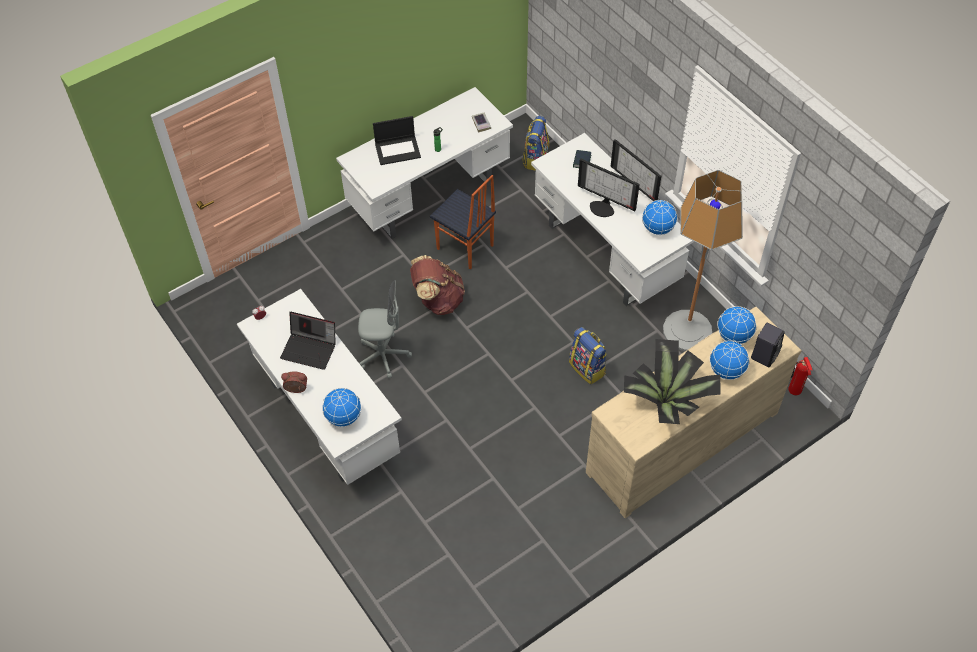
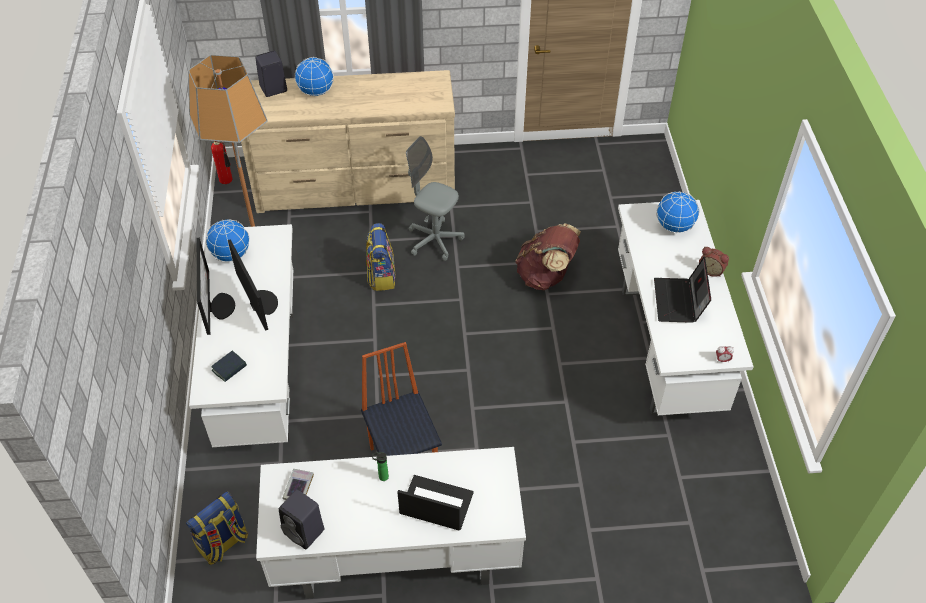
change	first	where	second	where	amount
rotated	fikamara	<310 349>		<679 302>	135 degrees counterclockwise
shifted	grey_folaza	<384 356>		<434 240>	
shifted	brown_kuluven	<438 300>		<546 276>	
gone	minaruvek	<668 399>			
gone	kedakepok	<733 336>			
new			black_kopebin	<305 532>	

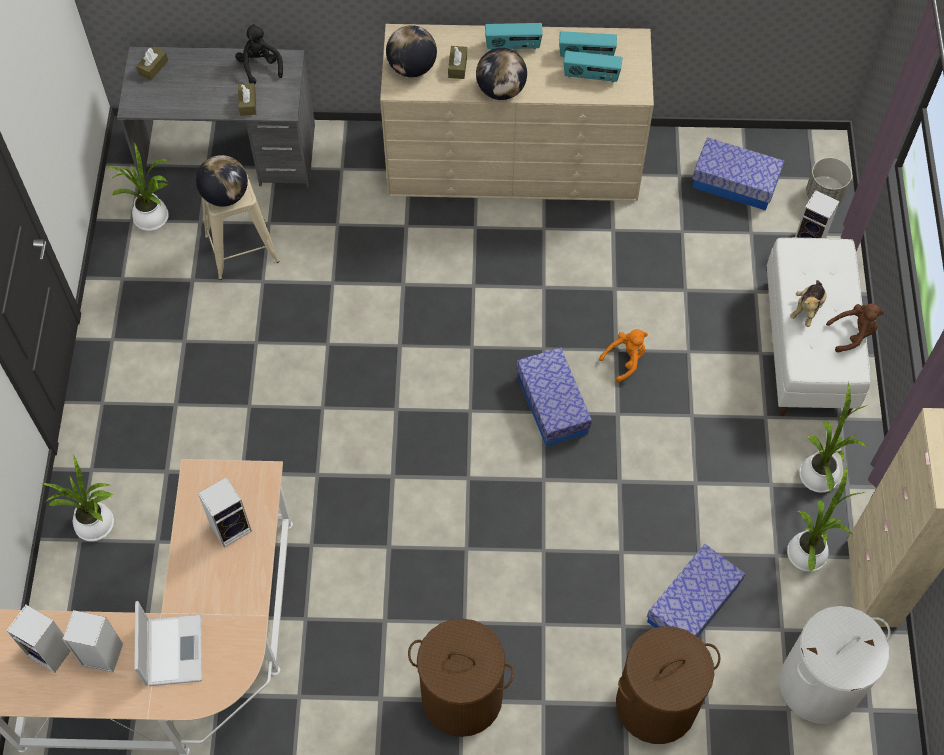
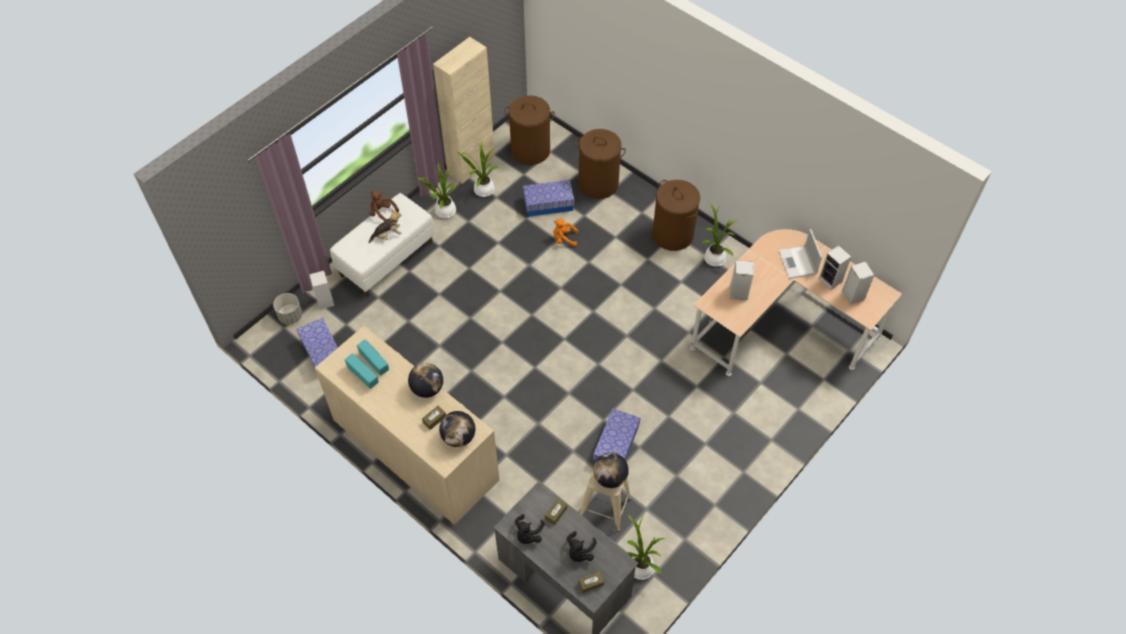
change	first	where	second	where	amount
shifted	minaruvek	<97 525>		<714 257>	
rotated	fikamara	<173 649>		<797 263>	45 degrees counterclockwise
gone	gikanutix	<513 46>			
shifted	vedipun	<552 405>		<616 445>	
shifted	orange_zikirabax	<625 360>		<564 238>	
repainted	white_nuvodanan	<819 685>	brown_nuvodanan	<530 150>	
new			black_zikirabax	<579 552>	

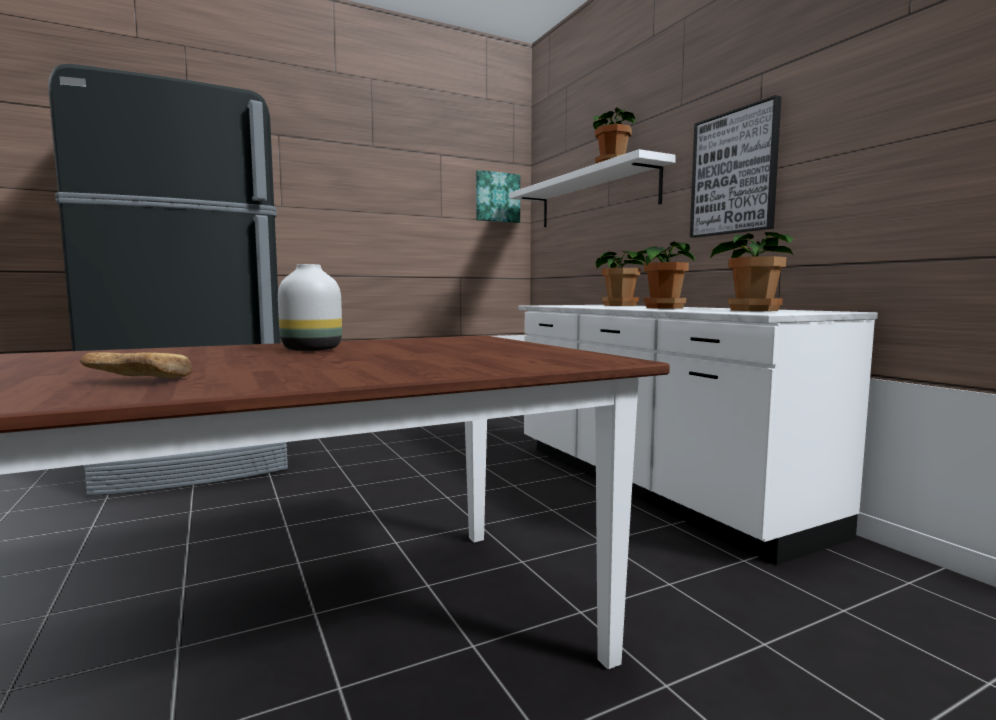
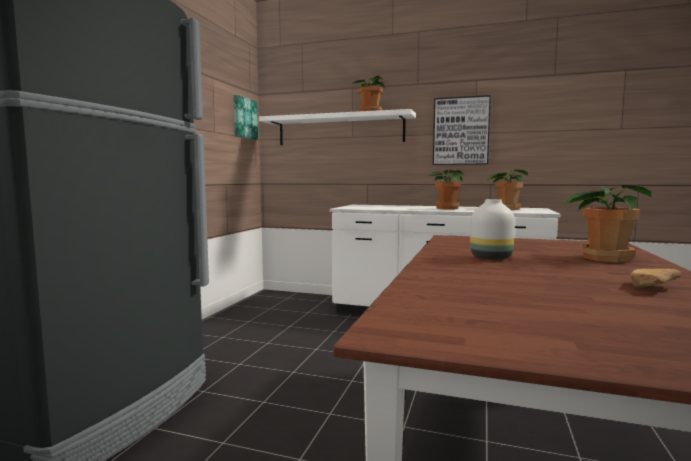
change	first	where	second	where	amount
shifted	minaruvek	<619 305>		<604 258>	

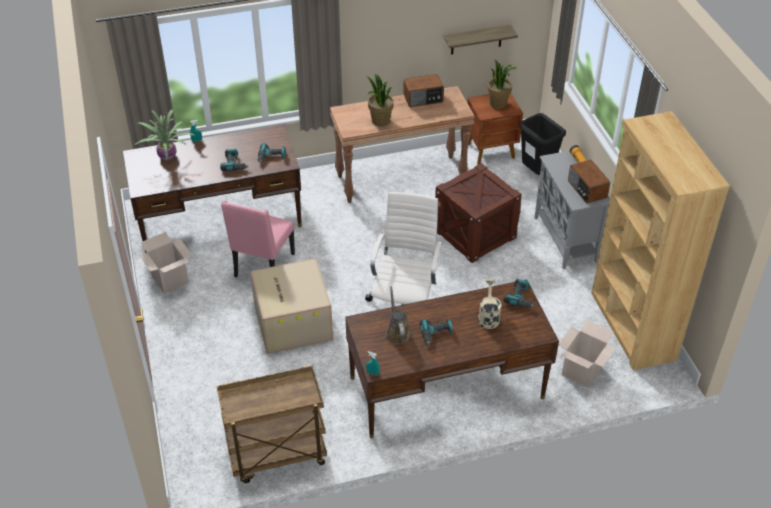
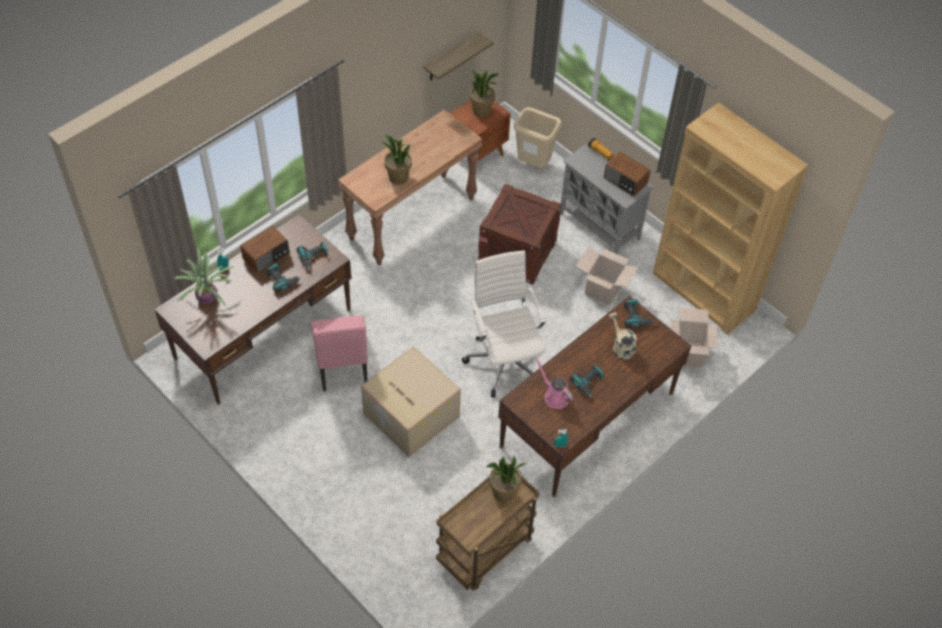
change	first	where	second	where	amount
shifted	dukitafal	<170 279>		<603 290>	
repainted	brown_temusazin	<397 332>	pink_temusazin	<554 396>	
shifted	gikanutix	<423 99>		<267 256>	
repainted	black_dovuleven	<536 174>	beige_dovuleven	<534 165>	
new			minaruvek	<503 493>	

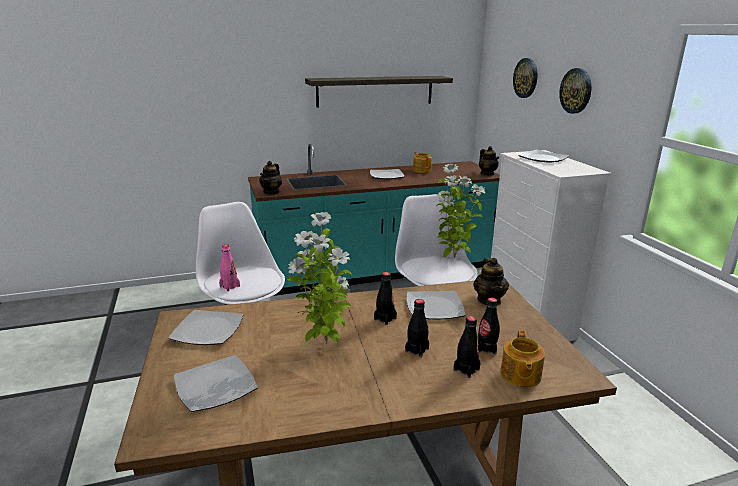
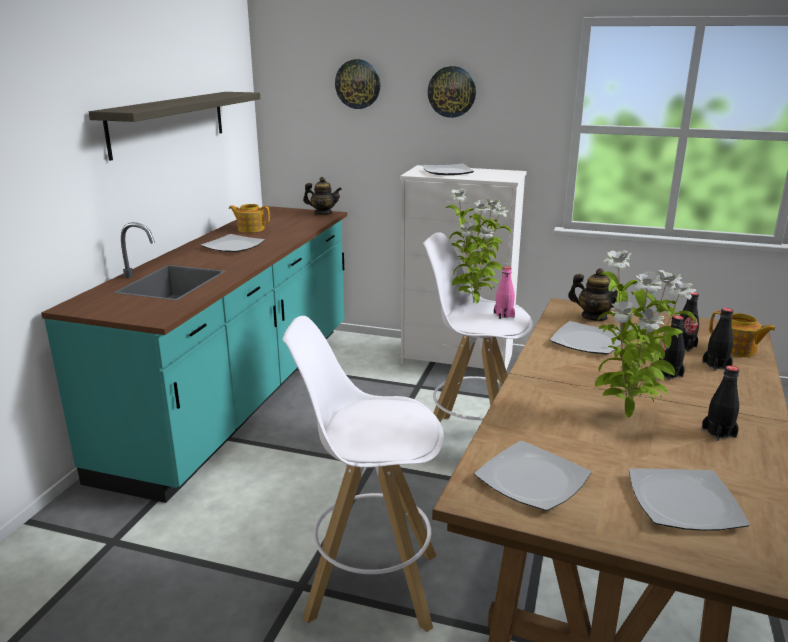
change	first	where	second	where	amount
shifted	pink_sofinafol	<230 286>		<504 315>	
gone	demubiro	<271 192>			
shifted	black_sofinafol	<385 319>		<718 433>	

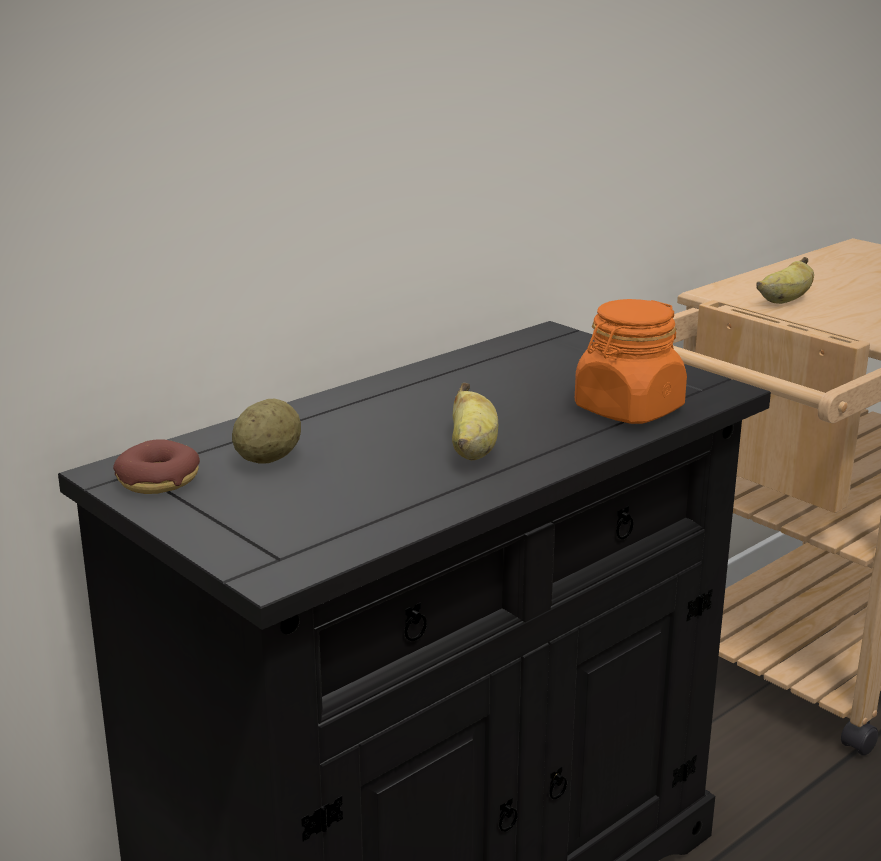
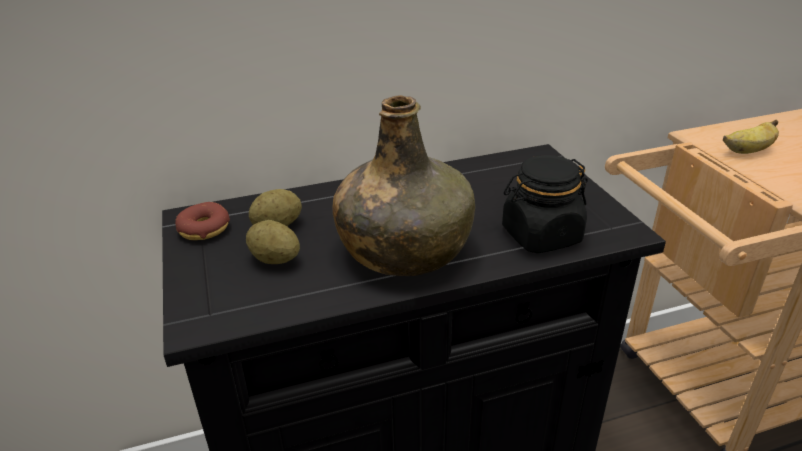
change	first	where	second	where	amount
swapped	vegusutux	<472 451>	green_sofinafol	<404 249>	
repainted	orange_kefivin	<628 410>	black_kefivin	<541 235>	
new			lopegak	<275 259>	

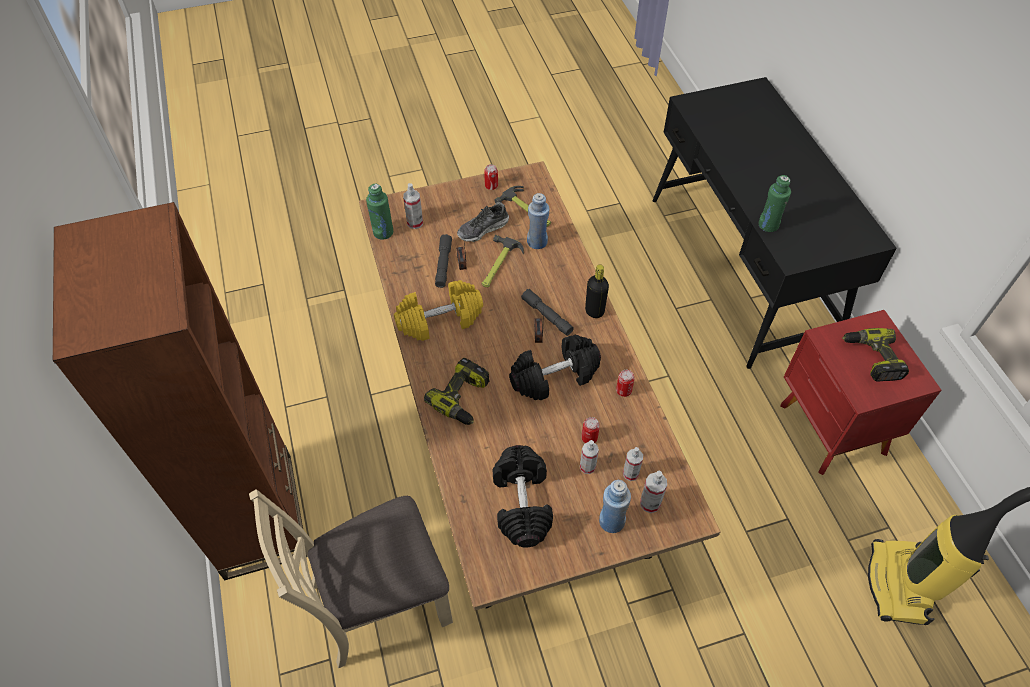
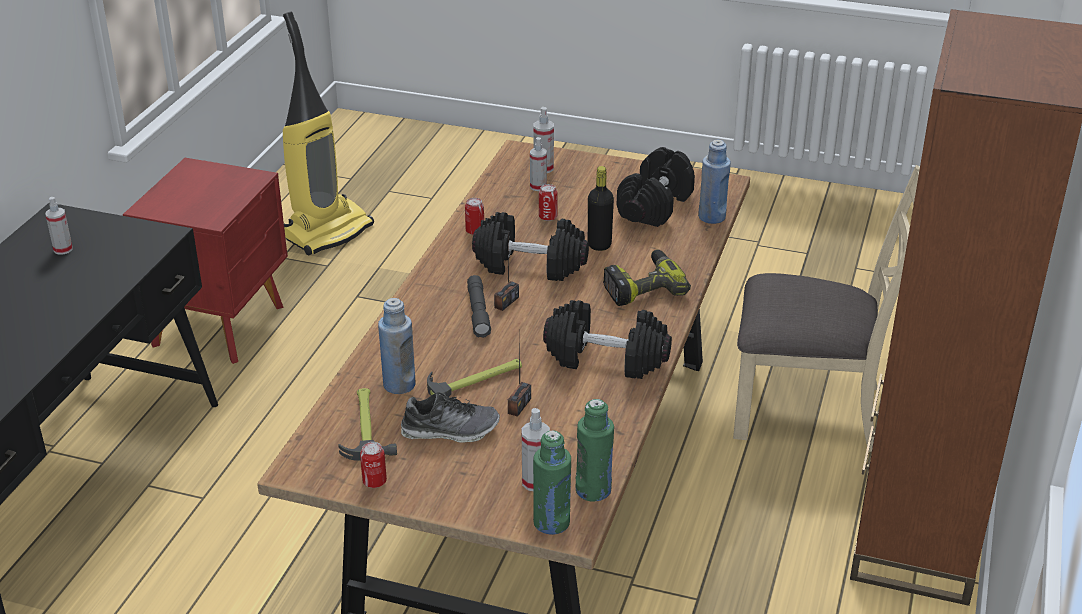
change	first	where	second	where	amount
repainted	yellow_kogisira	<440 321>	black_kogisira	<607 358>	
gone	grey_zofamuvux	<443 265>			
shifted	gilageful	<587 467>		<63 249>	
shifted	black_sofinafol	<594 311>		<599 245>	
shifted	blue_sofinafol	<611 521>		<712 217>	
shifted	green_sofinafol	<768 225>		<551 523>	
gone	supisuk	<872 358>			

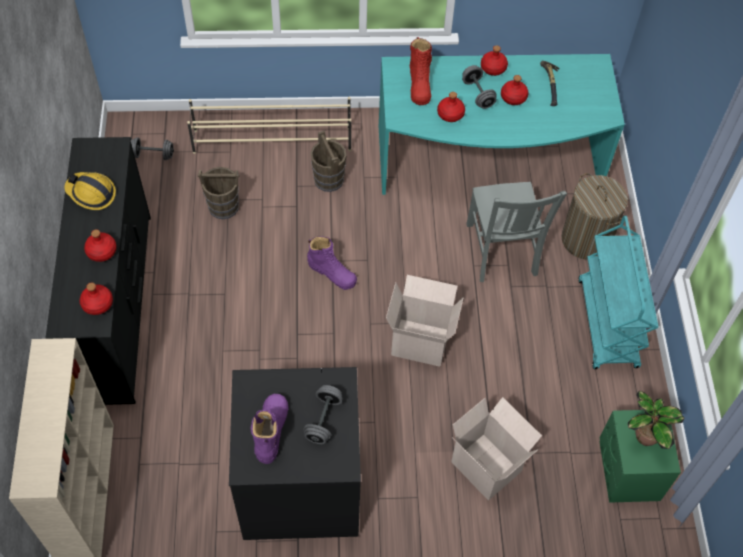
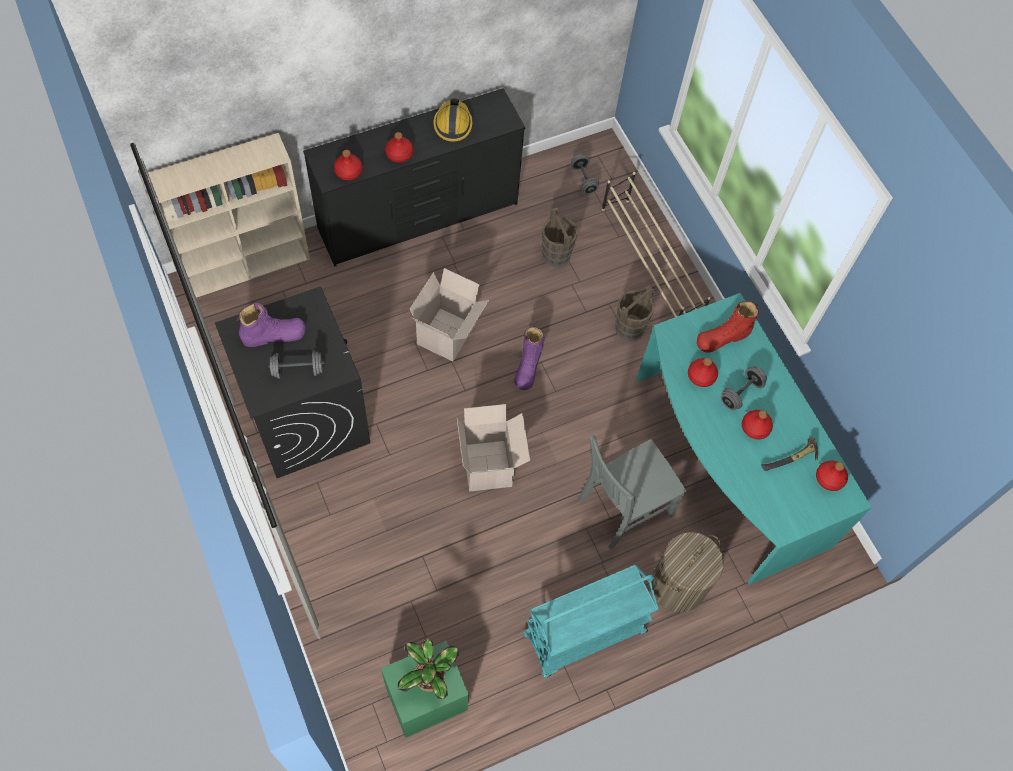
change	first	where	second	where	amount
shifted	dukitafal	<488 466>		<447 336>	
shifted	red_sofinafol	<493 68>		<829 478>	

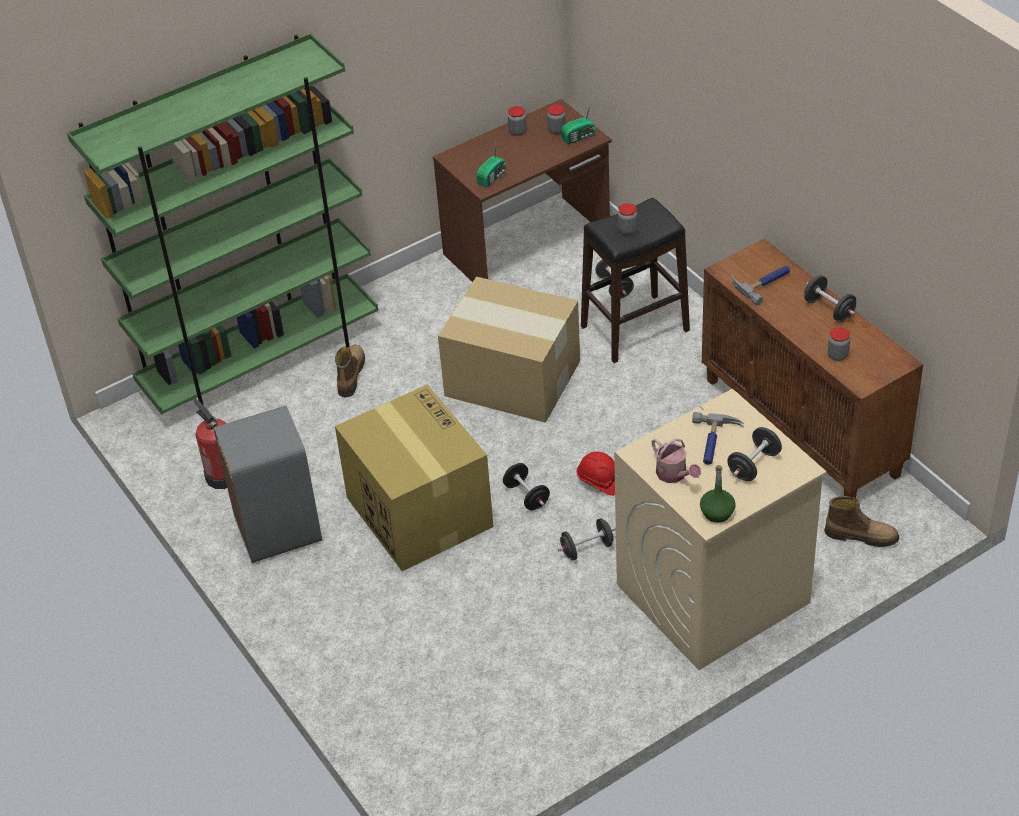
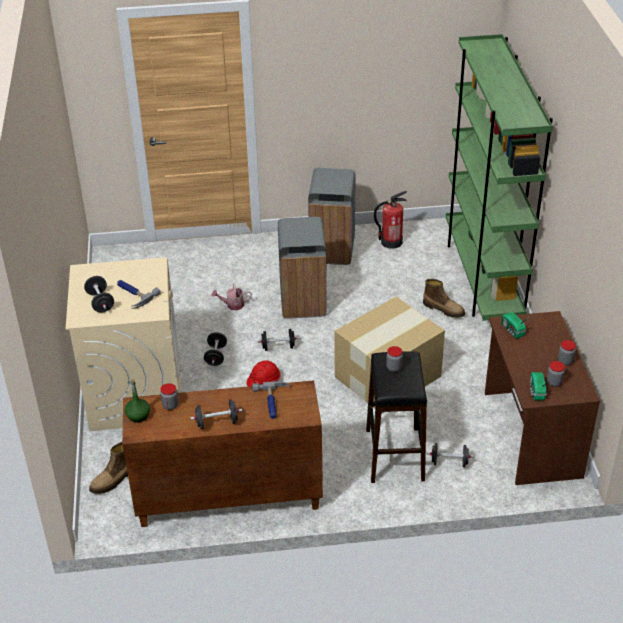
change	first	where	second	where	amount
swapped	dukitafal	<418 511>	grey_dovuleven	<303 302>	
shifted	temusazin	<674 475>		<232 305>	
shifted	green_sofinafol	<717 512>		<138 415>	

